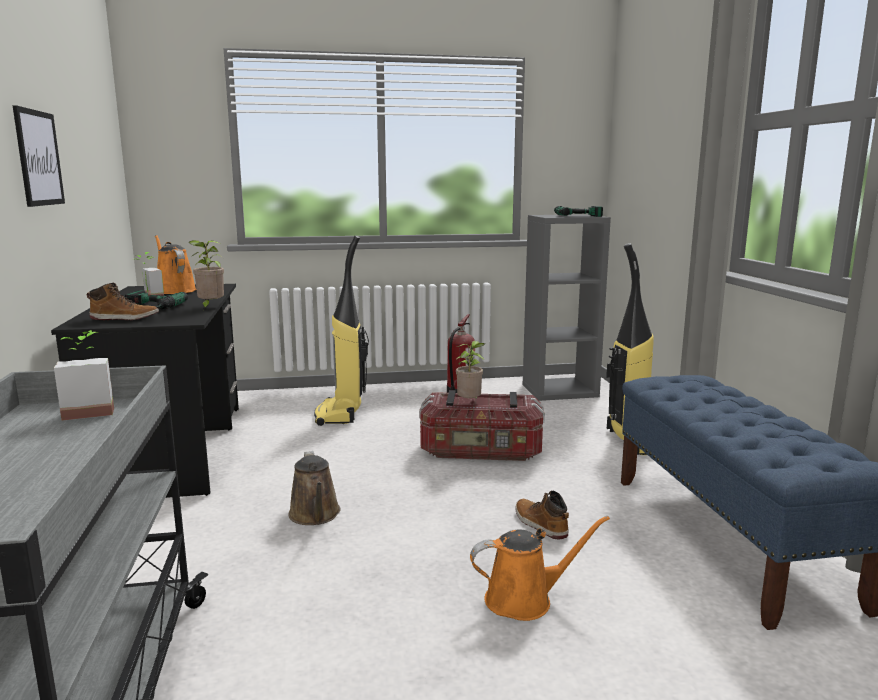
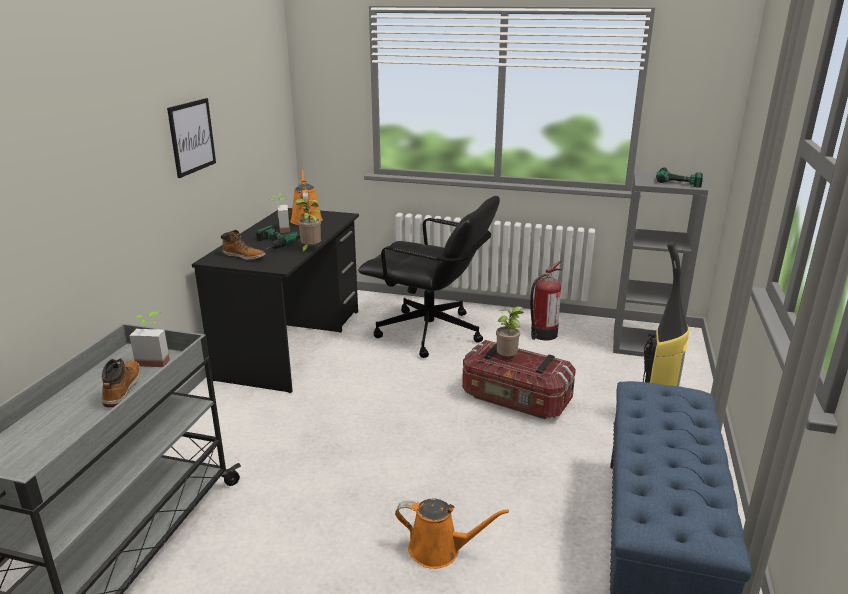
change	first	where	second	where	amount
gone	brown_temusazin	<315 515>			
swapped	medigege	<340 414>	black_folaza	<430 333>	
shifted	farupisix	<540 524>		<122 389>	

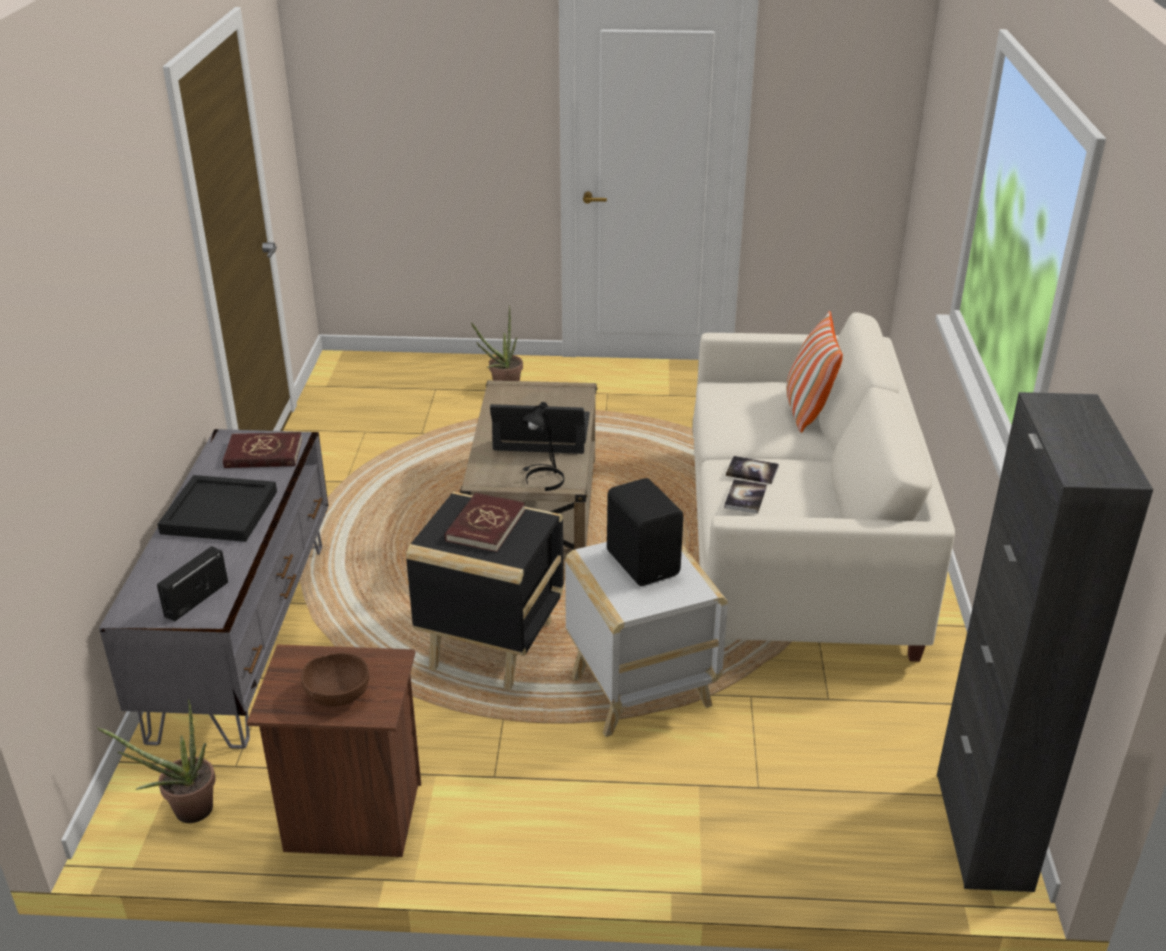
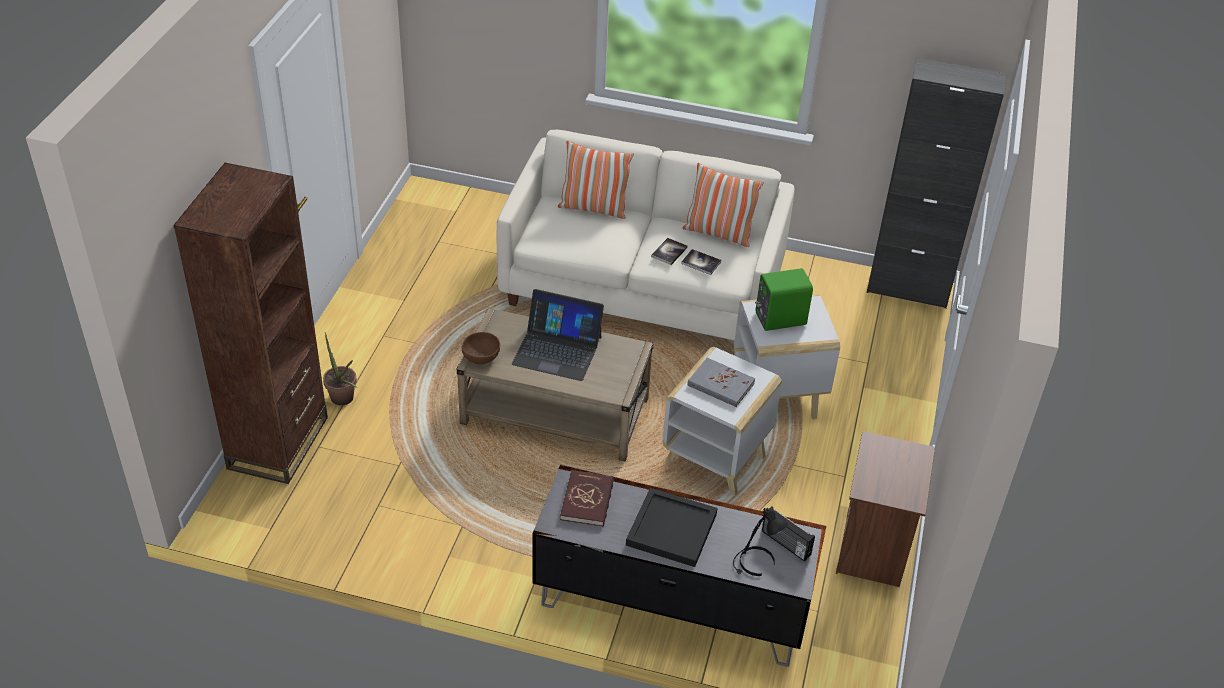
change	first	where	second	where	amount
gone	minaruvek	<184 812>			
shifted	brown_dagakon	<338 694>		<481 356>	
repainted	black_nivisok	<491 647>	white_nivisok	<717 460>	
repainted	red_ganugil	<485 525>	grey_ganugil	<720 385>	
rotated	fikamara	<542 432>		<557 350>	90 degrees counterclockwise
shifted	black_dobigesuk	<542 479>		<755 564>	
repainted	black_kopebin	<644 562>	green_kopebin	<779 318>	
new			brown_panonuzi	<278 443>	
new			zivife	<718 233>	

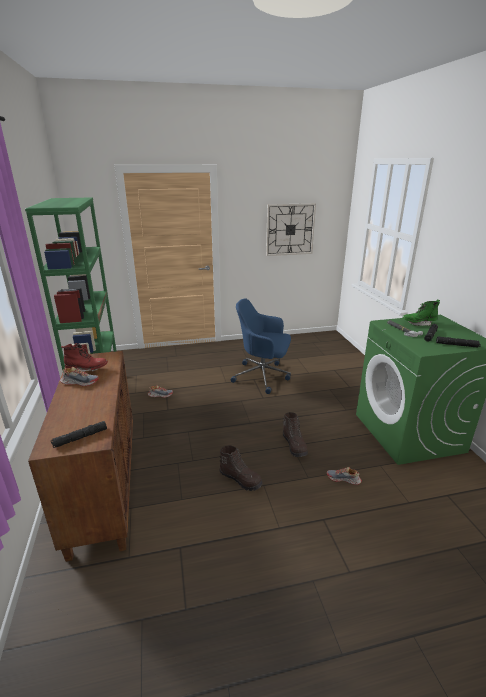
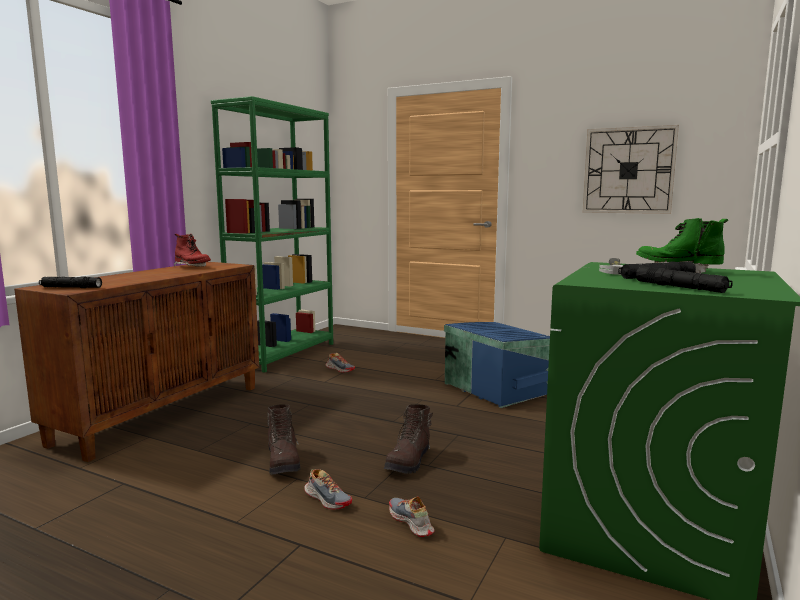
change	first	where	second	where	amount
shifted	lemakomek	<80 382>		<327 499>	
swapped	blue_folaza	<263 376>	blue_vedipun	<497 387>	

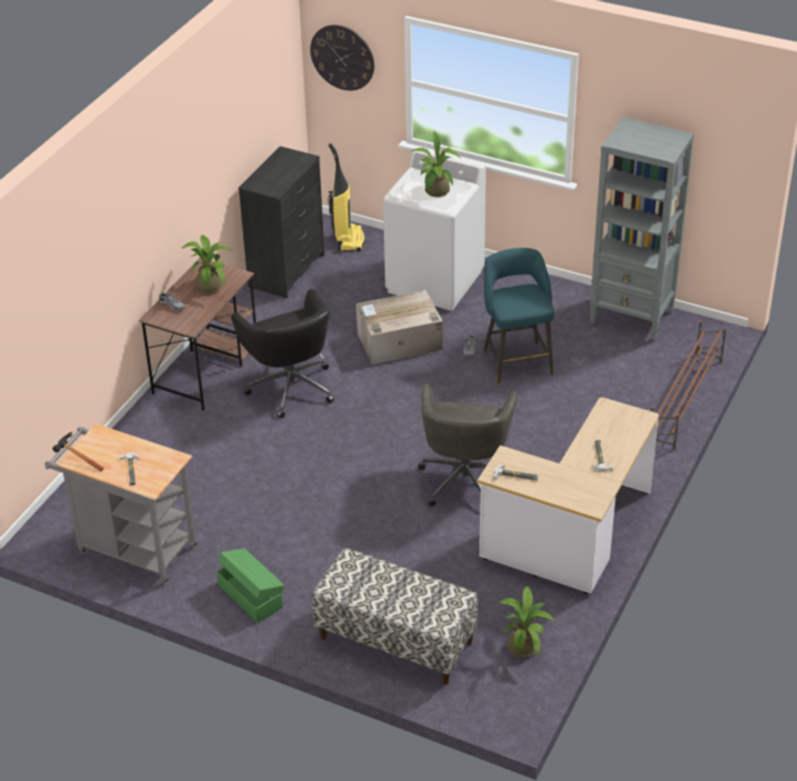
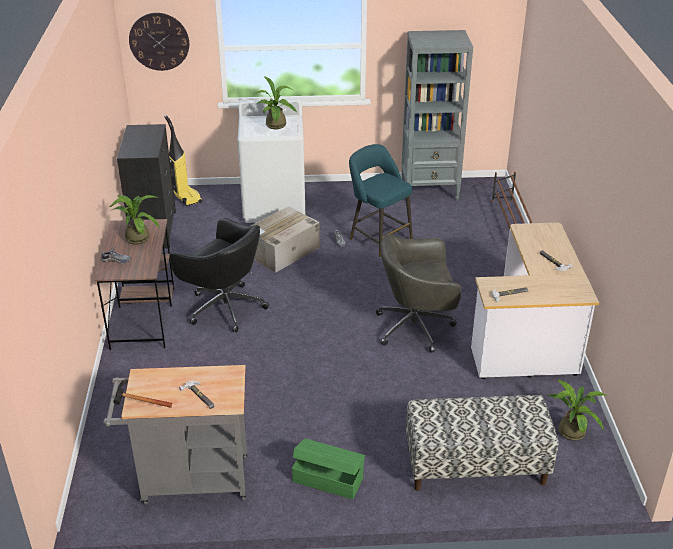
change	first	where	second	where	amount
rotated	grey_folaza	<465 479>		<416 327>	105 degrees clockwise

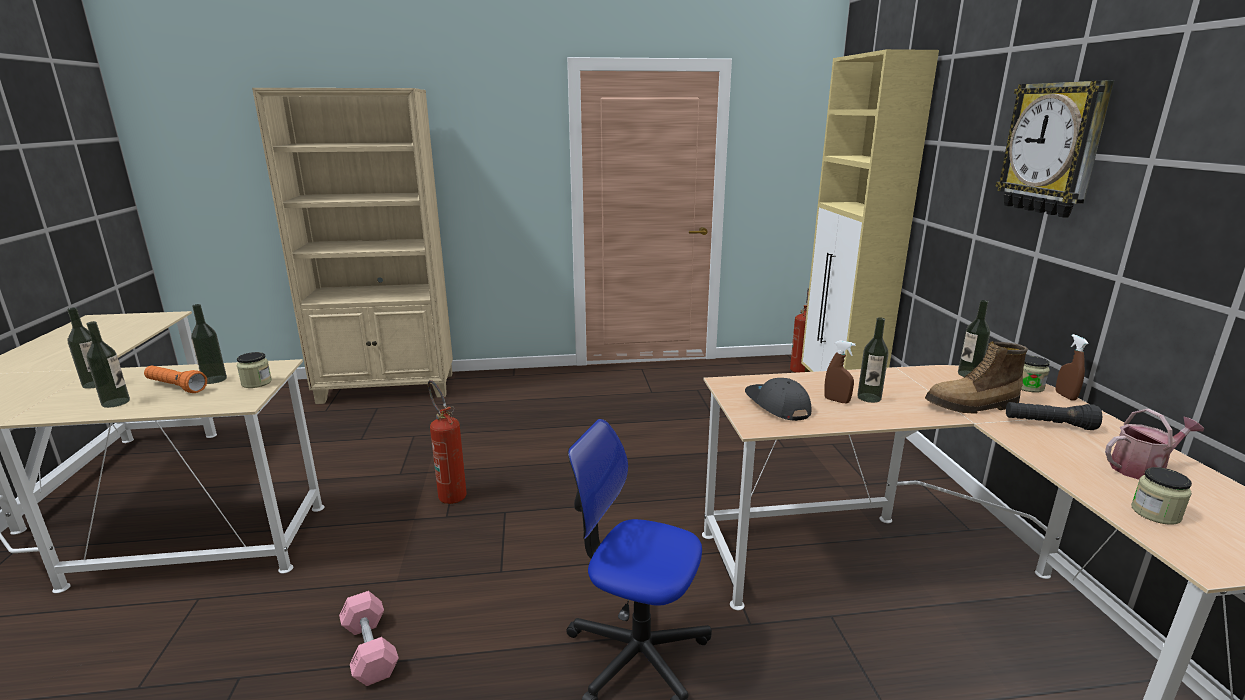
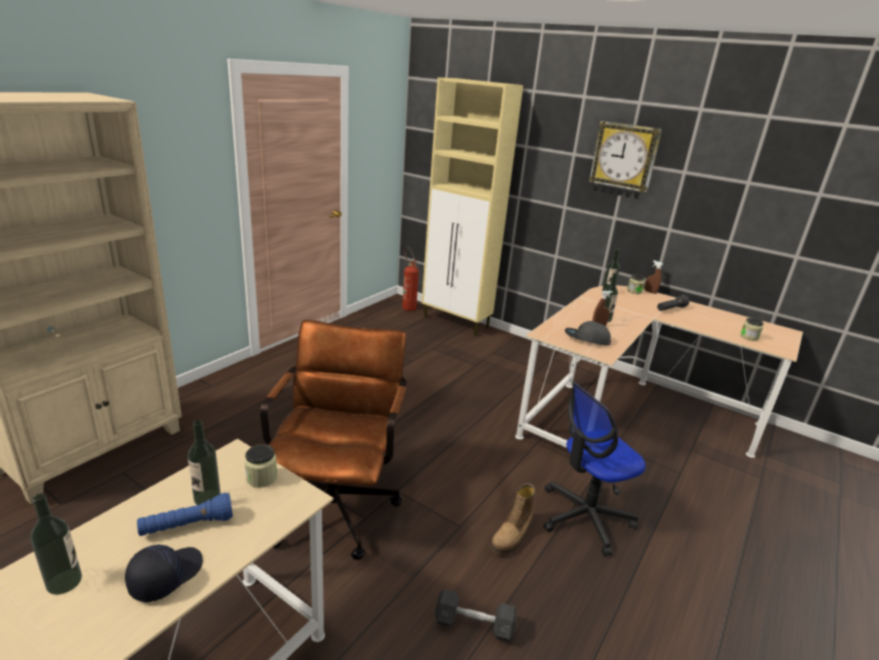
change	first	where	second	where	amount
swapped	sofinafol	<116 402>	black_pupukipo	<165 576>	
repainted	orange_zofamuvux	<176 387>	blue_zofamuvux	<187 526>	
repainted	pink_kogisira	<370 650>	grey_kogisira	<474 624>	
swapped	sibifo	<449 493>	brown_folaza	<336 502>	
shifted	farupisix	<972 406>		<512 536>	
gone	temusazin	<1142 468>			

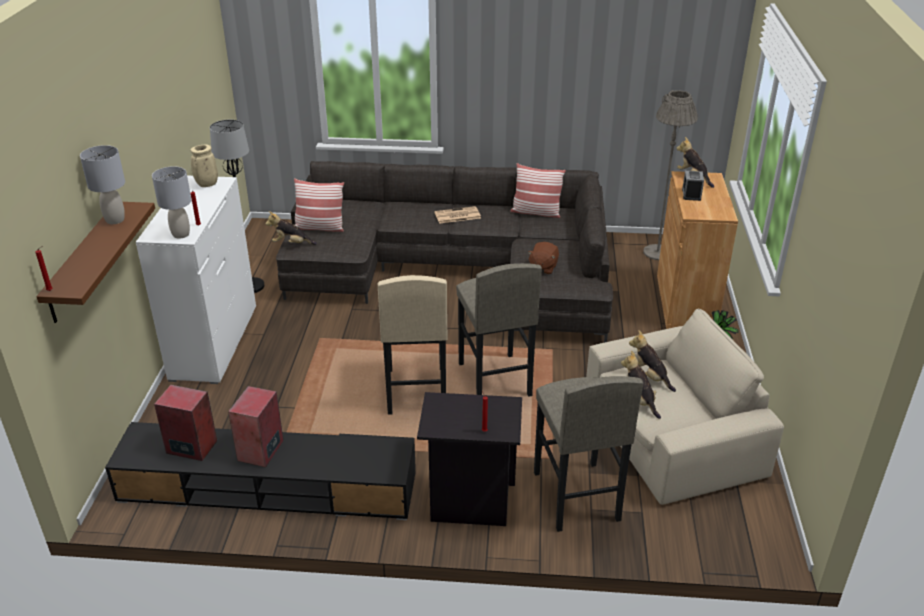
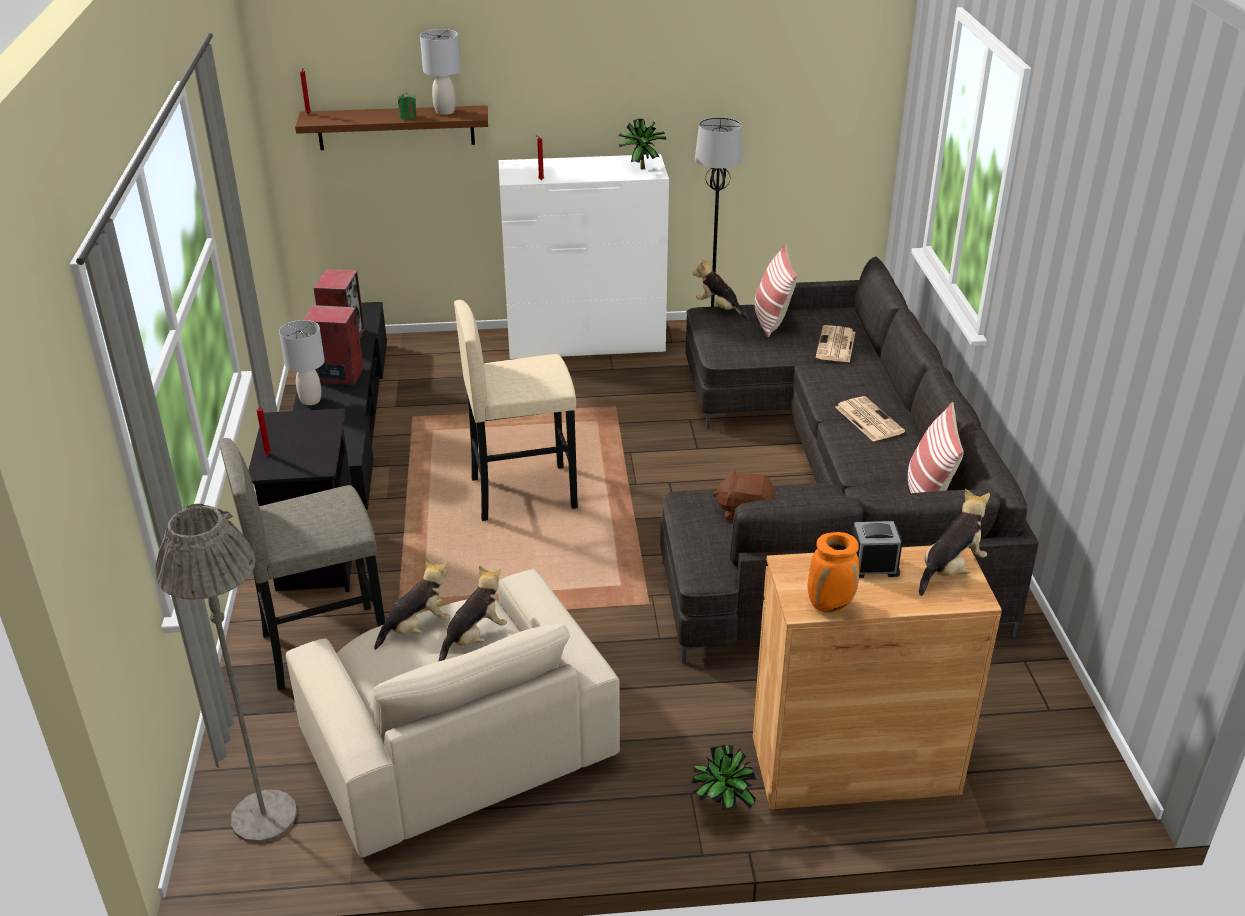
change	first	where	second	where	amount
shifted	grey_dobigesuk	<181 234>		<310 400>	
swapped	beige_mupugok	<206 185>	minaruvek	<640 167>	
rotated	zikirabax	<291 244>		<719 308>	45 degrees counterclockwise
gone	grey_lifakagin	<494 380>			
shifted	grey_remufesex	<657 252>		<264 817>	
new			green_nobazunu	<408 117>	
new			orange_mupugok	<830 604>	
new			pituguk	<836 345>	

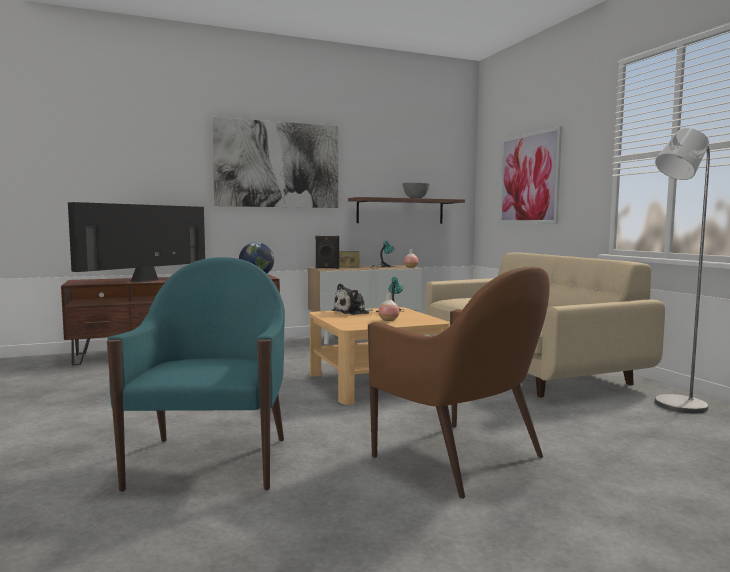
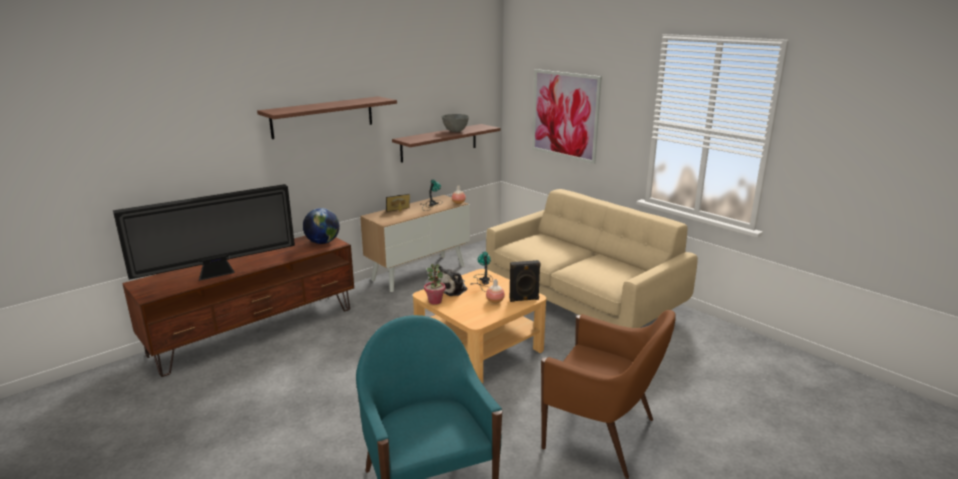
change	first	where	second	where	amount
rotated	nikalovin	<145 281>		<218 274>	135 degrees counterclockwise
swapped	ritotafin	<277 164>	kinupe	<323 117>	
shifted	black_kopebin	<327 268>		<524 299>	
gone	grey_remufesex	<673 406>			
new			minaruvek	<435 301>	

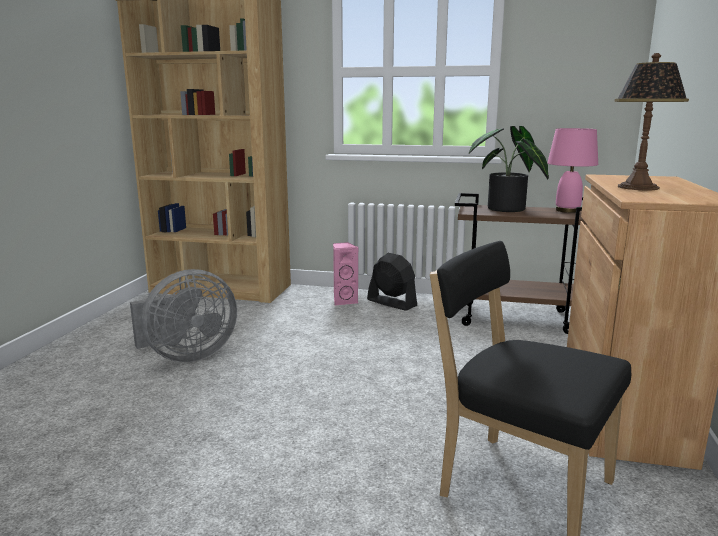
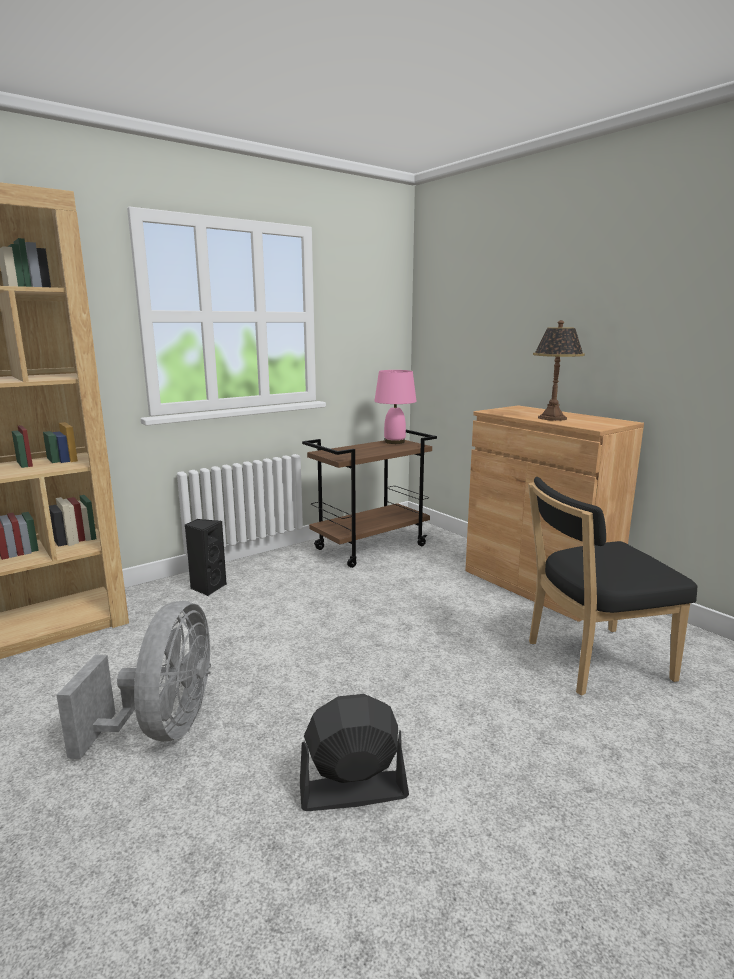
change	first	where	second	where	amount
repainted	pink_kopebin	<344 301>	black_kopebin	<207 587>	
shifted	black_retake	<391 303>		<353 791>	
gone	minaruvek	<507 210>			

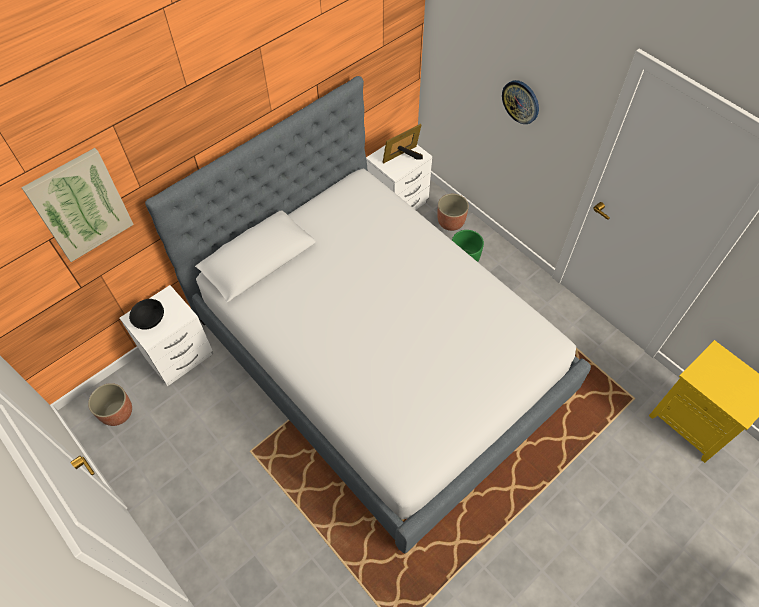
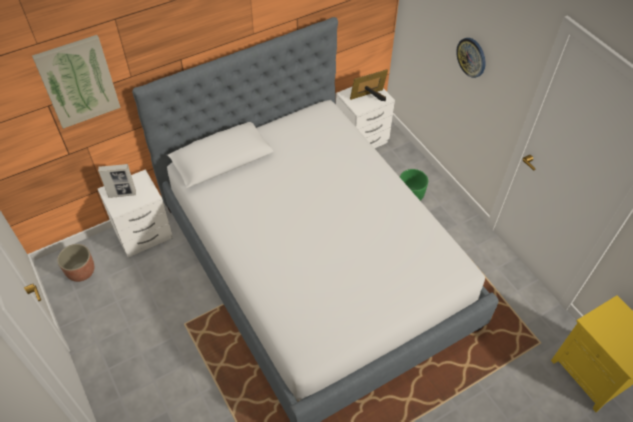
change	first	where	second	where	amount
swapped	black_dagakon	<150 319>	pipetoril	<122 194>	
gone	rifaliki	<451 222>			

